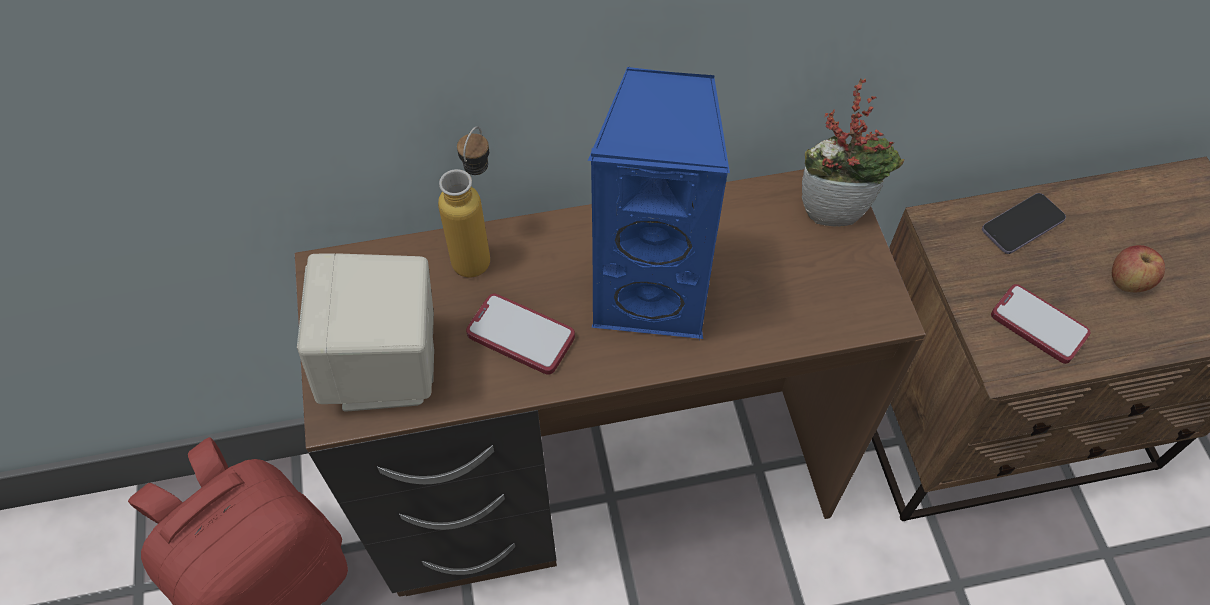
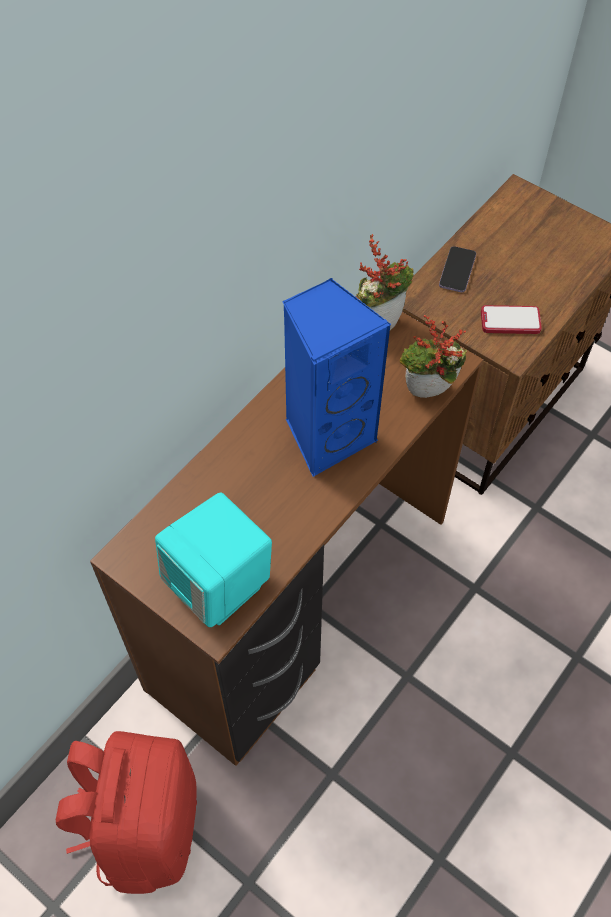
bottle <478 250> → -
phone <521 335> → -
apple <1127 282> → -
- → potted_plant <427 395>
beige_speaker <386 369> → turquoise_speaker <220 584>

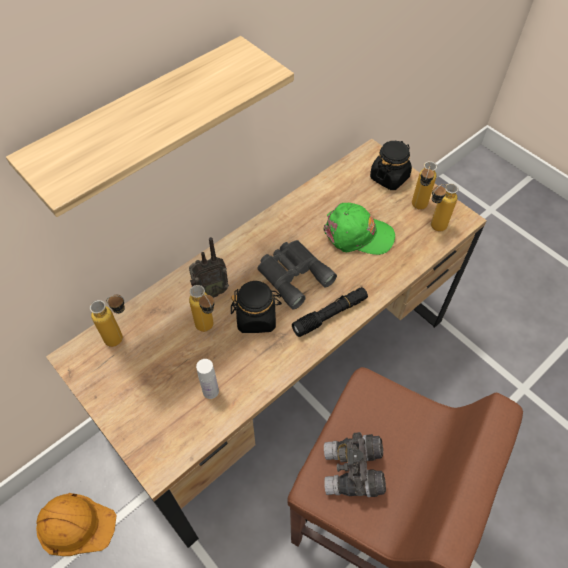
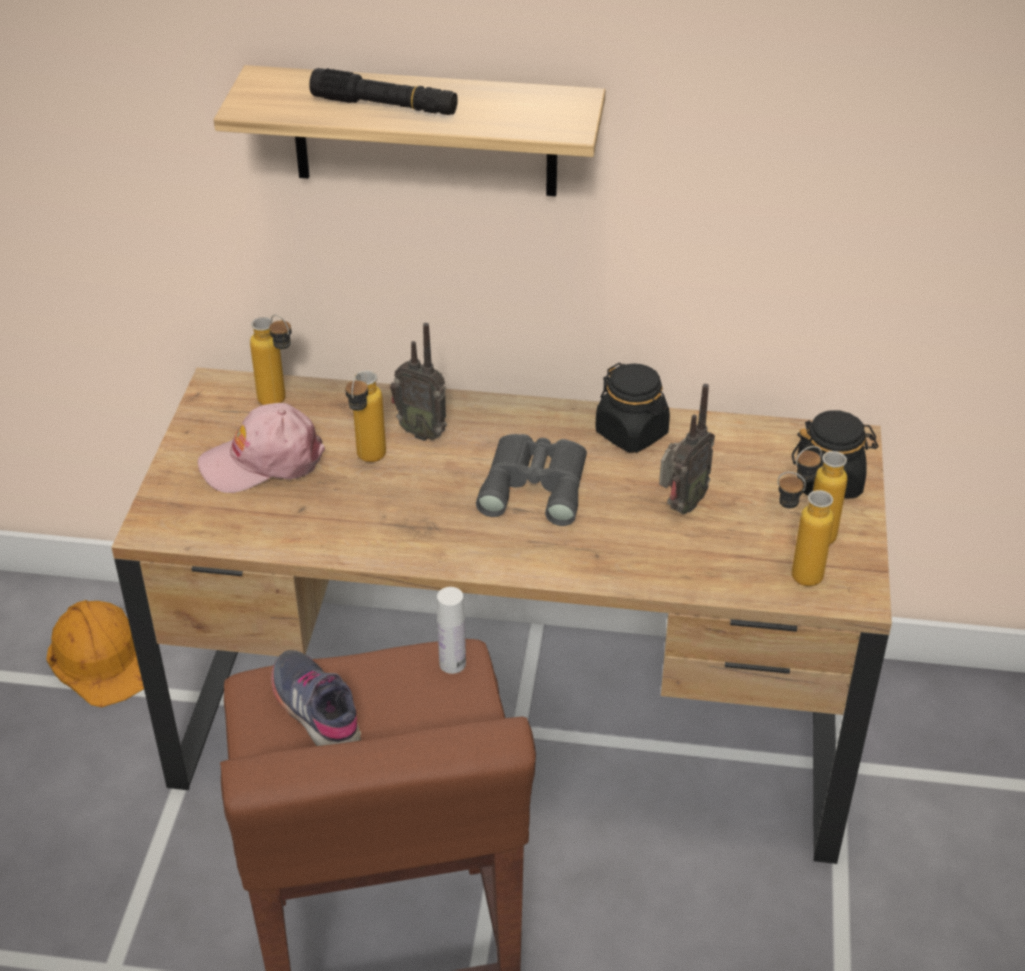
- → pink_cap <263 461>
white_bottle <210 391> → white_bottle <452 663>, relocated
black_jar <256 318> → black_jar <632 433>, relocated
black_flashlight <330 315> → black_flashlight <385 106>, relocated
green_cap <358 234> → radio <680 506>
grey_binoculars <353 471> → grey_shoe <317 709>

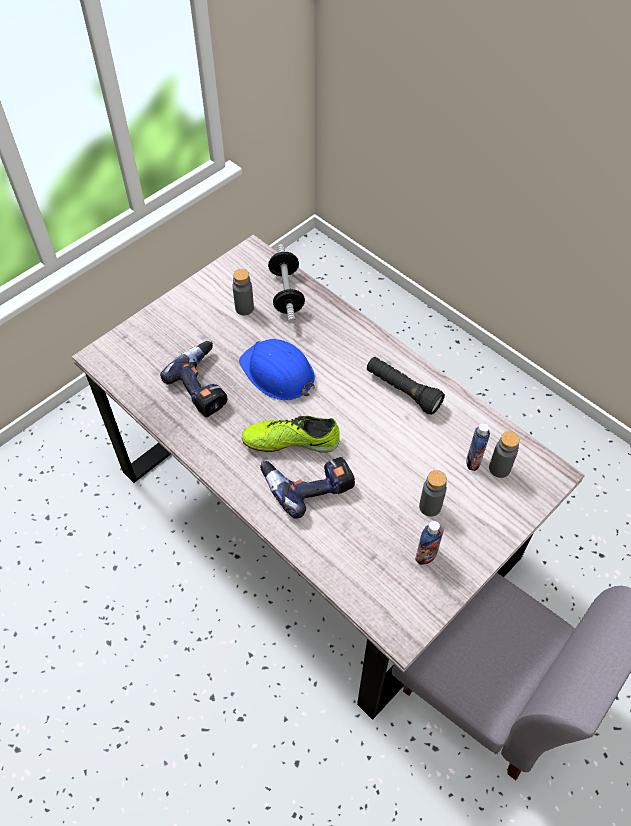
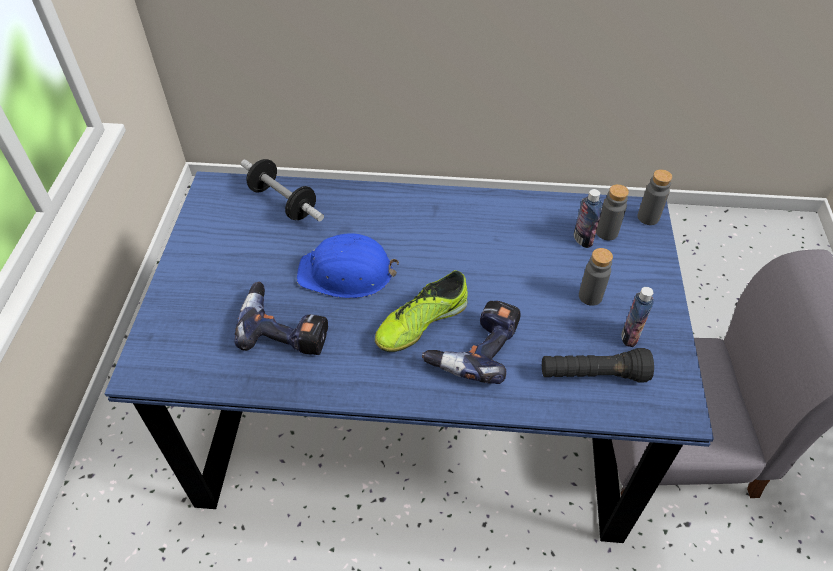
grey_bottle <244 308> → grey_bottle <648 217>, relocated
black_flashlight <402 391> → black_flashlight <593 375>, relocated
grey_dining_table <317 512> → blue_dining_table <416 408>

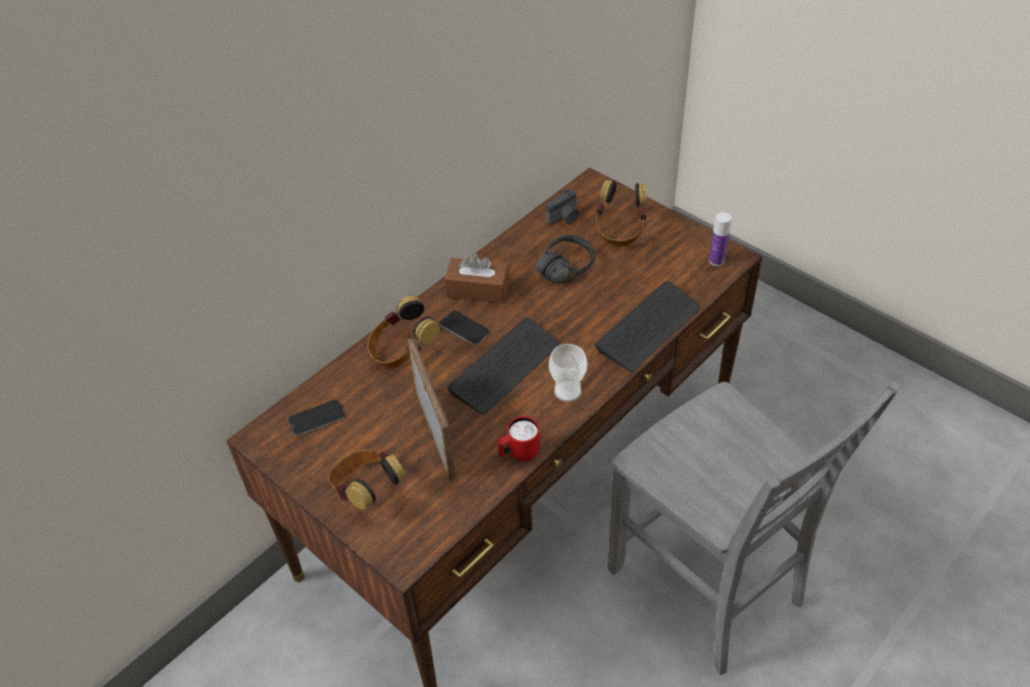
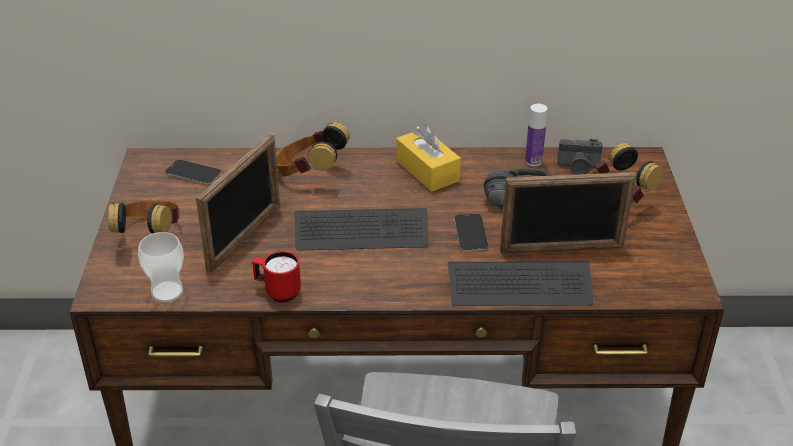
- → picture_frame <561 249>
phone <464 328> → phone <470 233>, relocated
cup <567 391> → cup <167 292>, relocated
bottle <716 260> → bottle <533 161>, relocated
brown_tissue_box <478 289> → yellow_tissue_box <427 171>

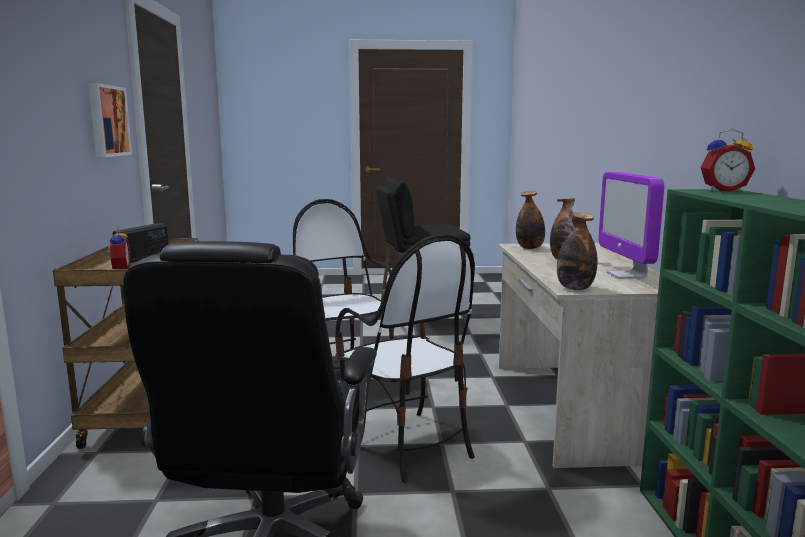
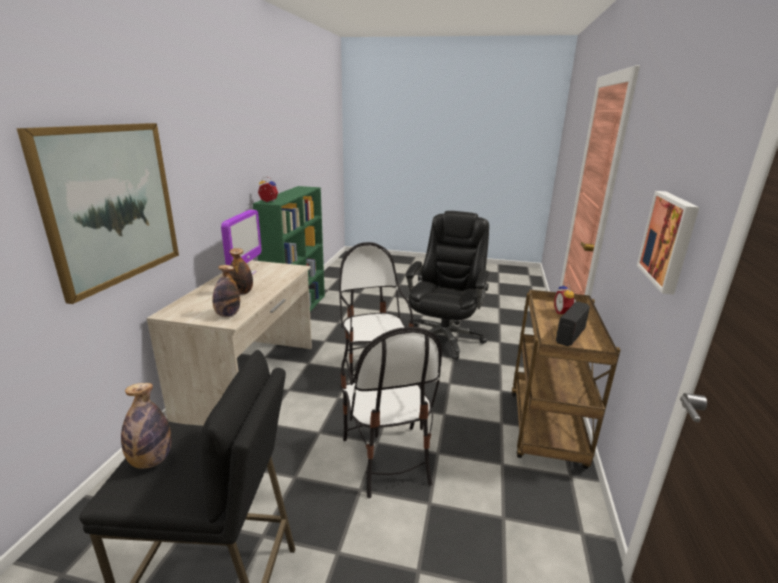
- → picture <112 205>
bottle <575 288> → bottle <151 460>, relocated

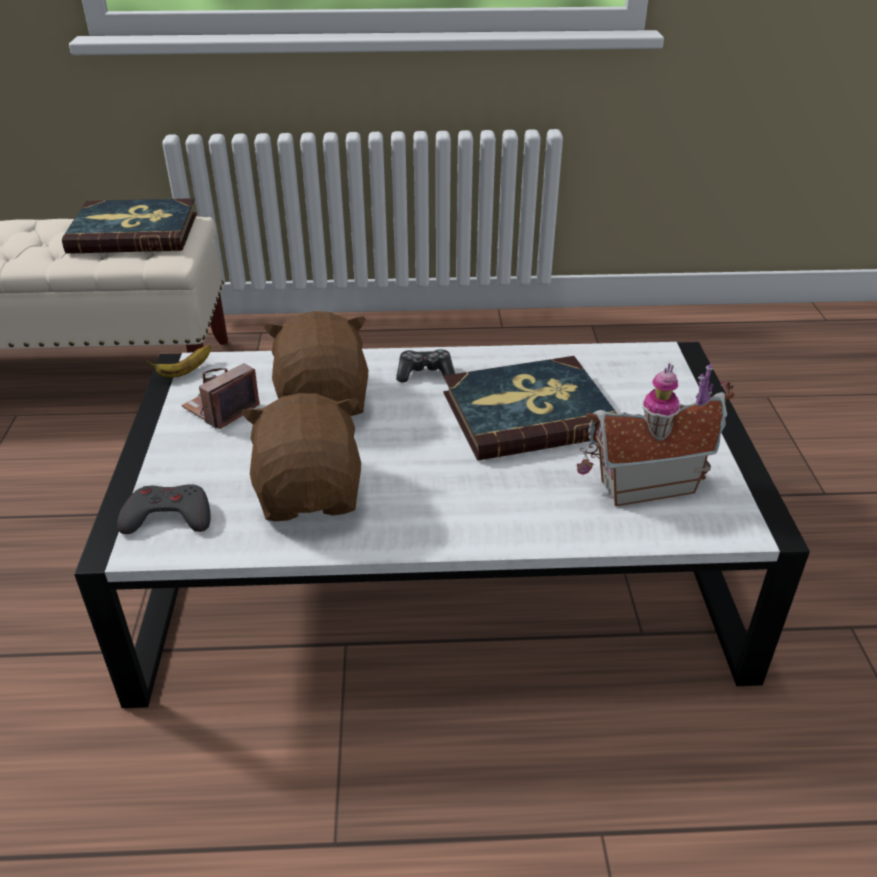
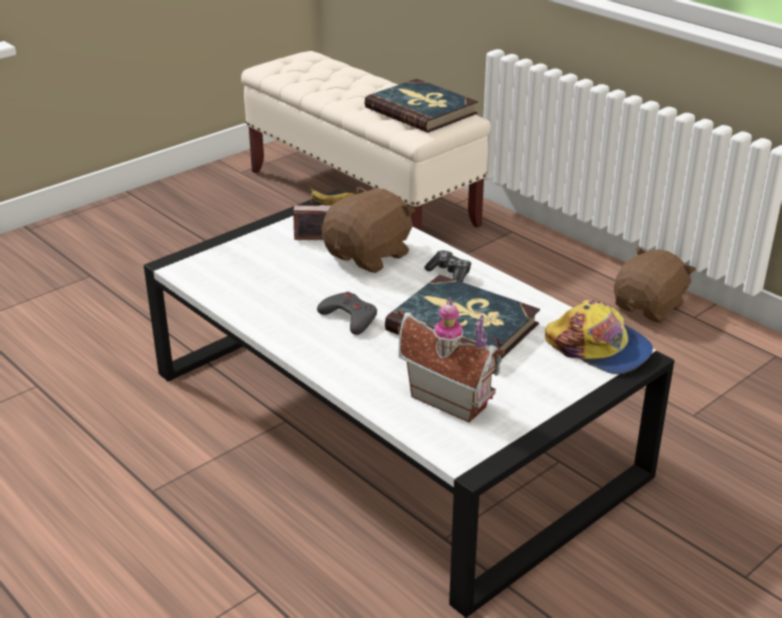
- → cap <599 348>
grey_game_controller <168 517> → grey_game_controller <349 317>, relocated
brown_plush_toy <310 493> → brown_plush_toy <649 307>, relocated

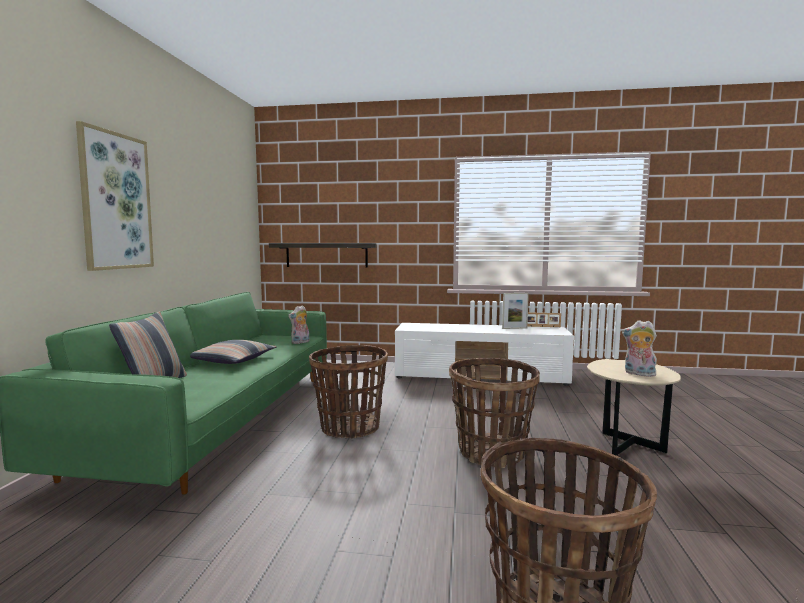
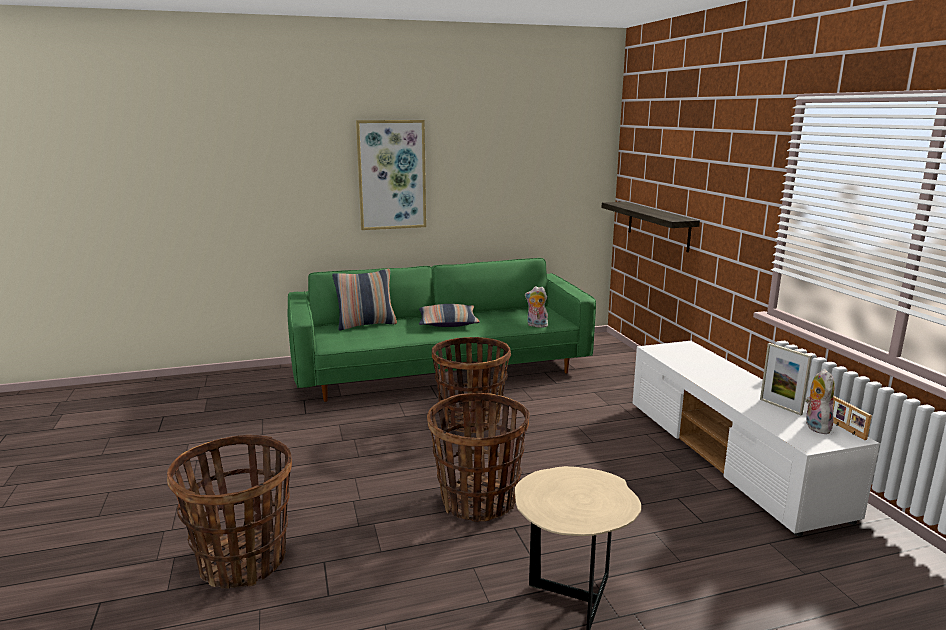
plush_toy <638 374> → plush_toy <815 426>, relocated

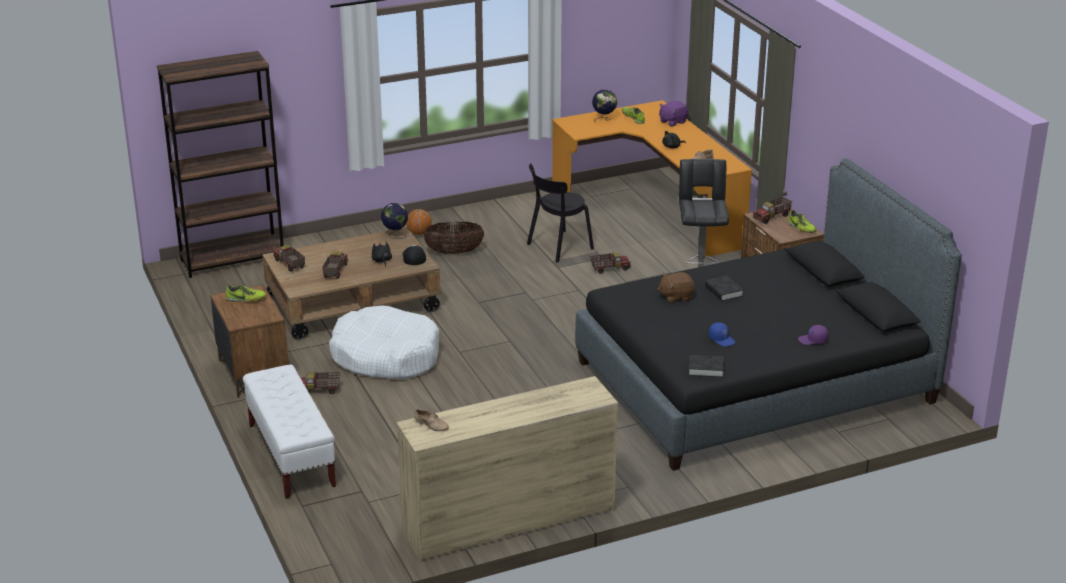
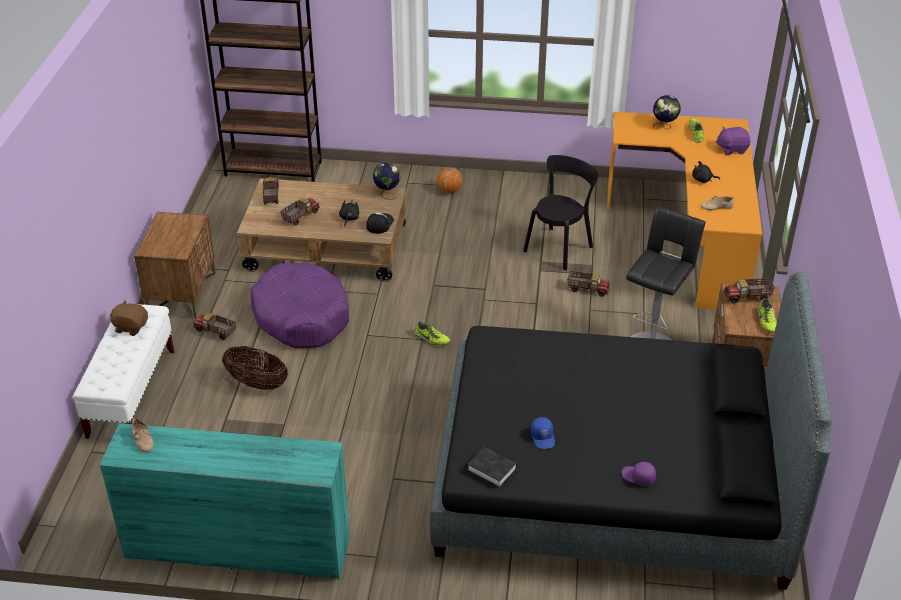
black_book <724 291> → -
shoe <246 299> → shoe <432 339>, relocated
basket <454 252> → basket <257 383>, relocated
brown_plush_toy <676 297> → brown_plush_toy <131 327>, relocated
white_dog_bed <386 356> → purple_dog_bed <301 316>
beige_dresser <508 520> → turquoise_dresser <237 546>
black_chair <557 247> → black_chair <560 247>, 135 degrees clockwise

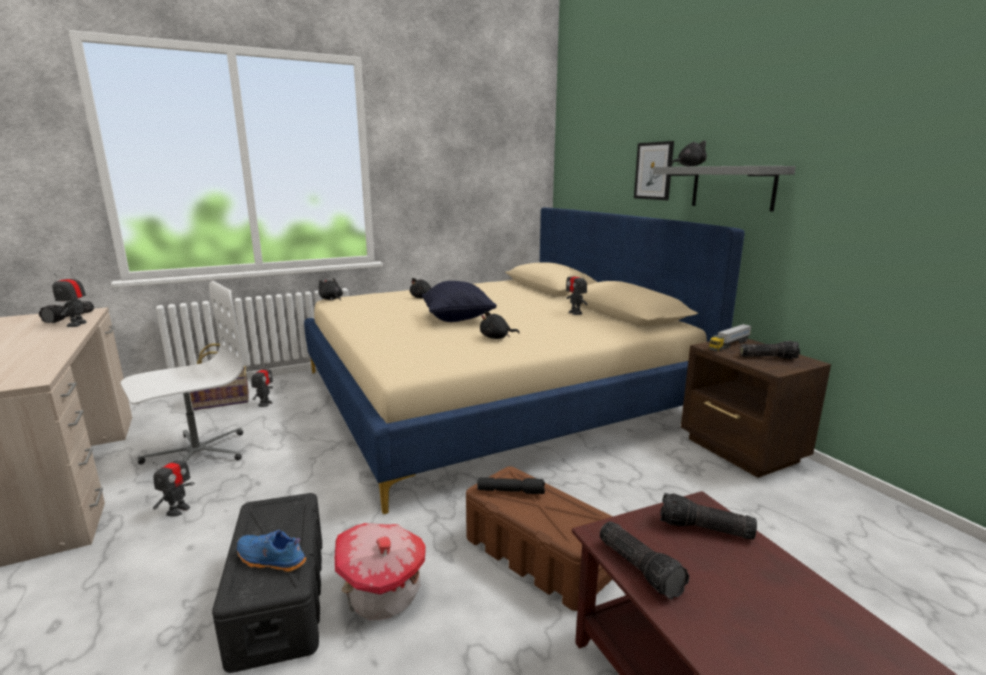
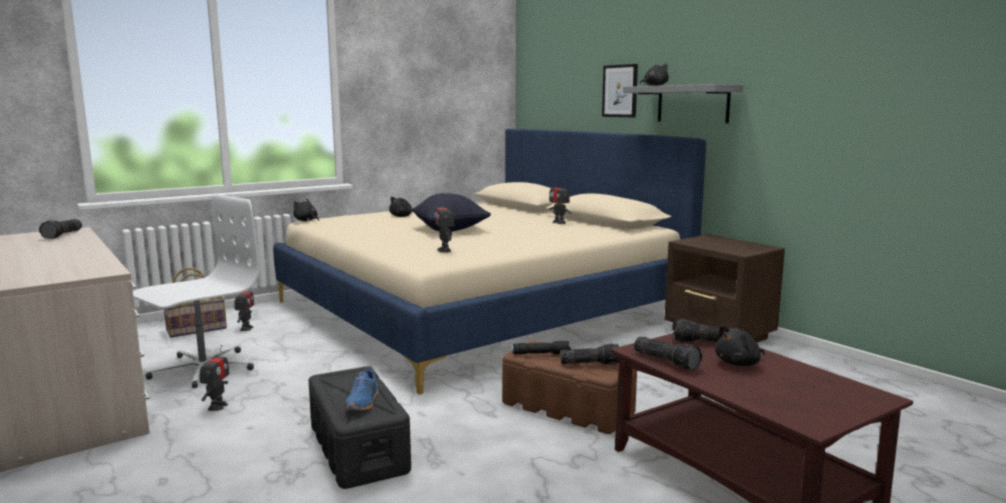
toy_house <382 594> → -
toy_truck <729 345> → -
toy_robot <77 324> → toy_robot <445 250>, relocated
black_plush_toy <496 337> → black_plush_toy <739 363>, relocated
flashlight <768 357> → flashlight <590 363>, relocated
blue_shoe <270 560> → blue_shoe <363 402>, 90 degrees counterclockwise

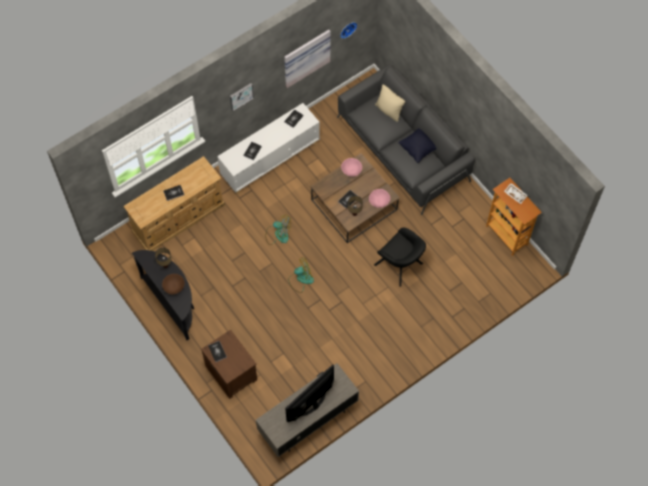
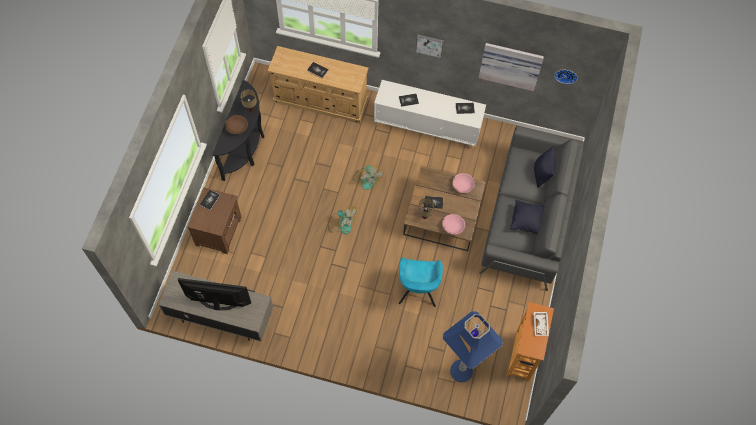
- → blue_floor_lamp <461 371>
black_armchair <400 266> → turquoise_armchair <417 290>
beige_pillow <389 110> → black_pillow <542 174>

